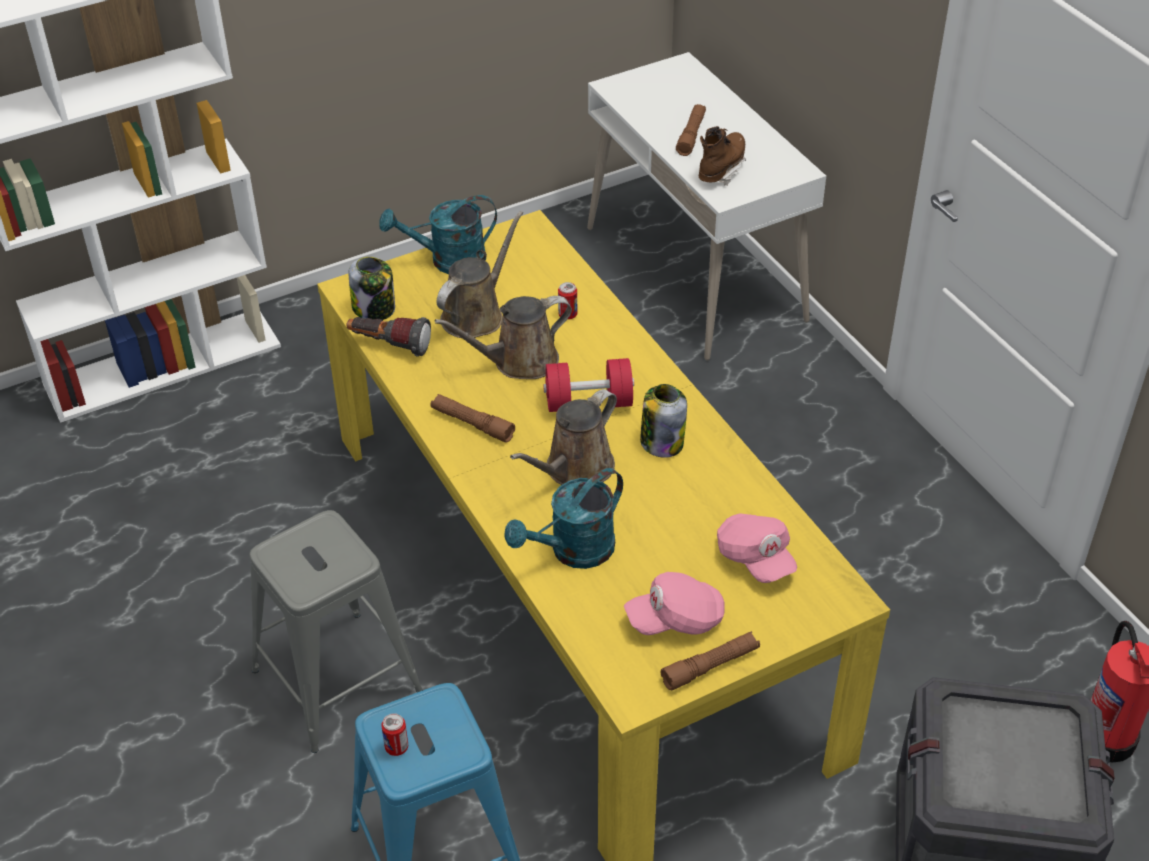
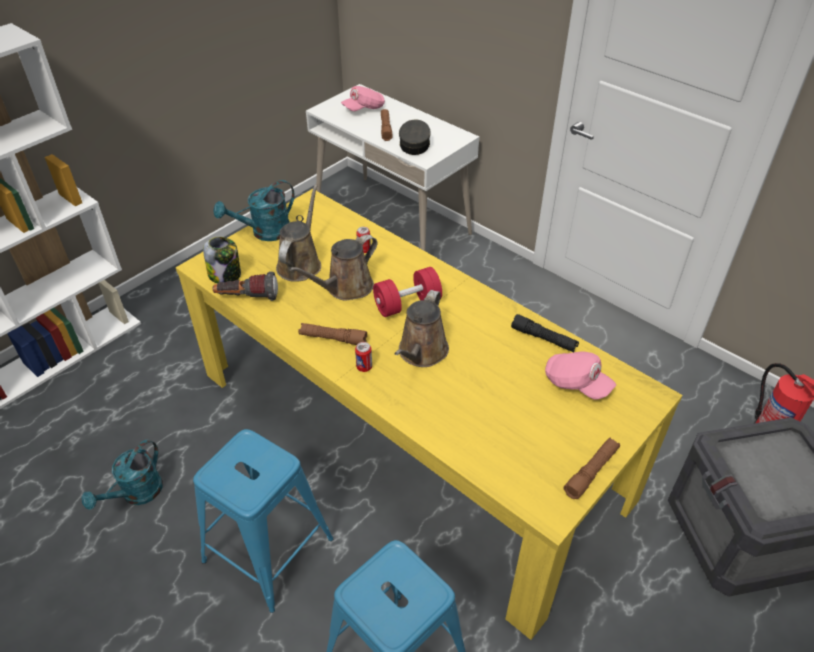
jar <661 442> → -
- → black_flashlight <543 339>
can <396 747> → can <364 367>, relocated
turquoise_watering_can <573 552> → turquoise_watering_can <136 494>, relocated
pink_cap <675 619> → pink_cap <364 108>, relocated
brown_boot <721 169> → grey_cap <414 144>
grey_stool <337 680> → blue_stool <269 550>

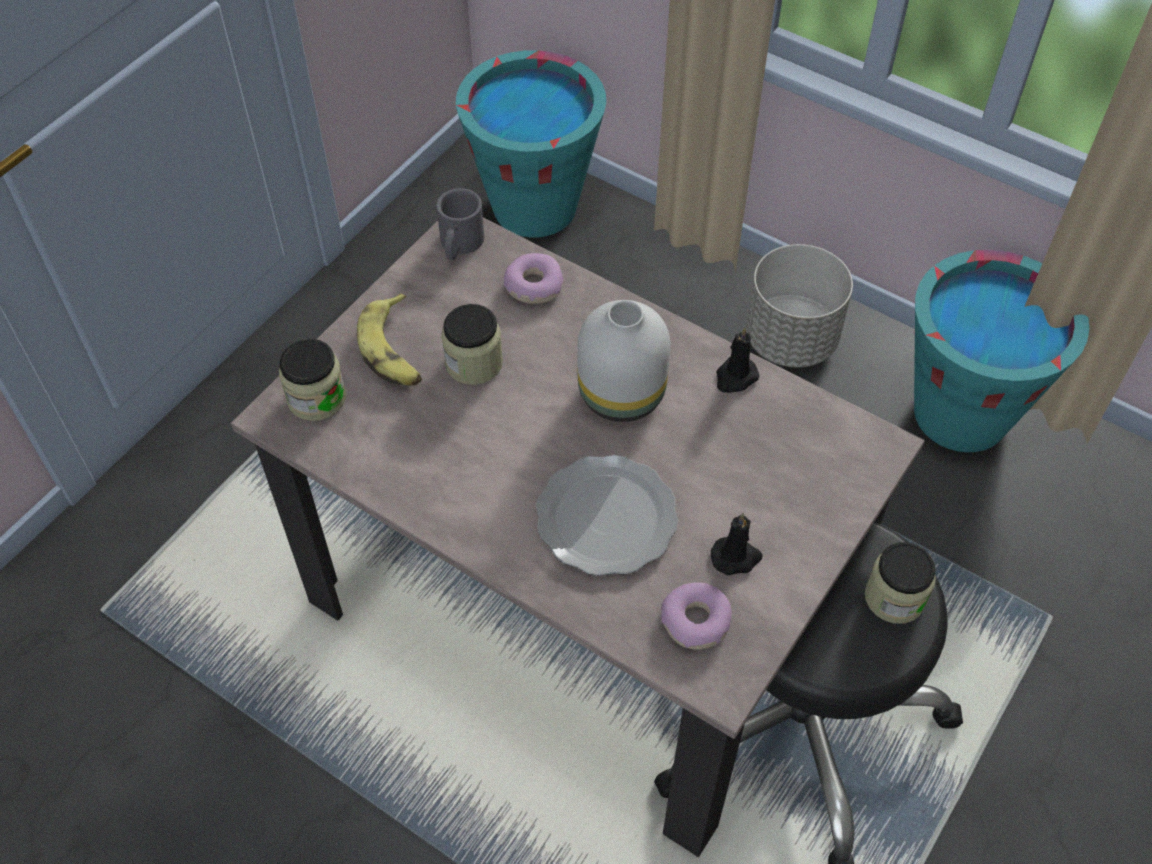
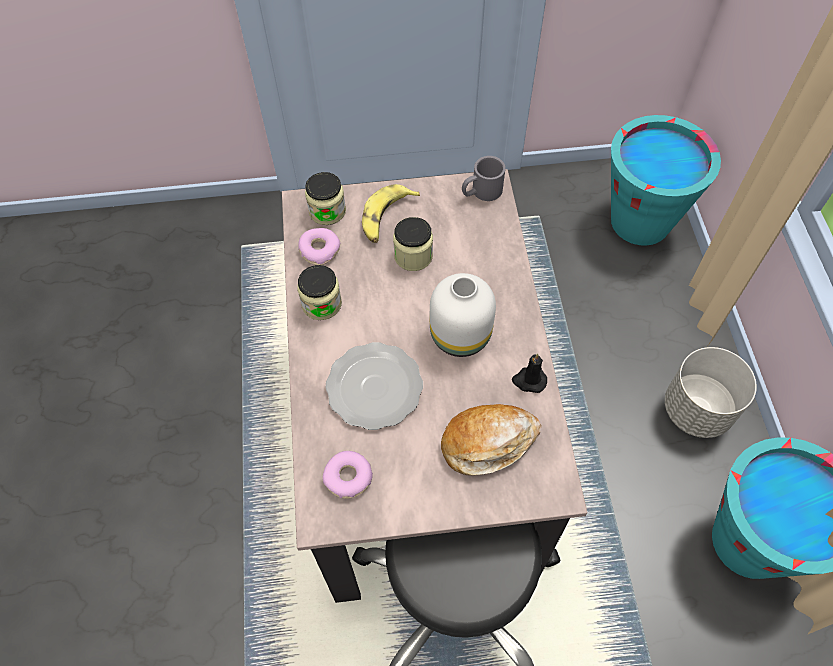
black_candle <736 557> → -
- → bread <488 442>
donut <533 286> → donut <319 250>, relocated
jar <894 598> → jar <321 304>, relocated

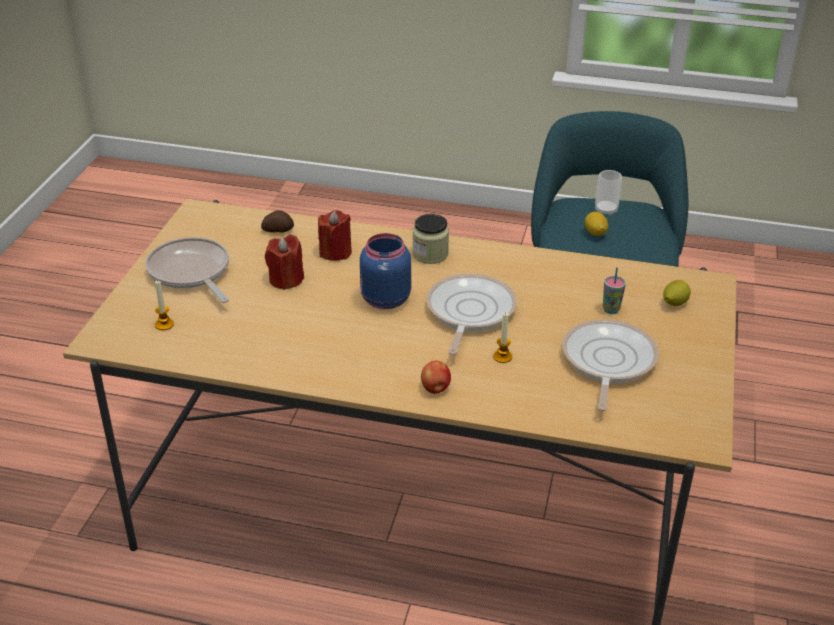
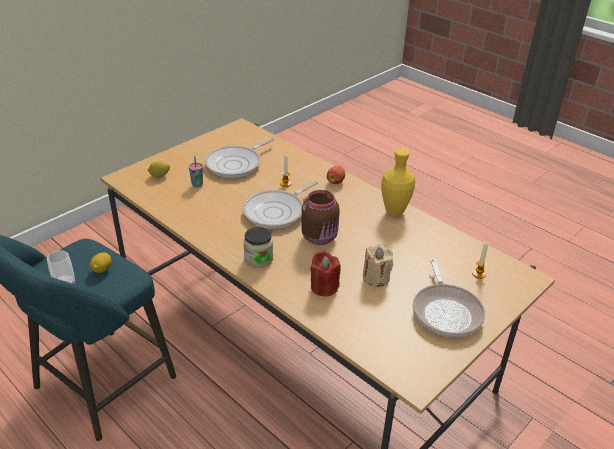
potato <277 230> → -
- → yellow_vase <394 212>
red_candle <286 280> → beige_candle <376 277>
blue_jar <384 300> → brown_jar <320 237>

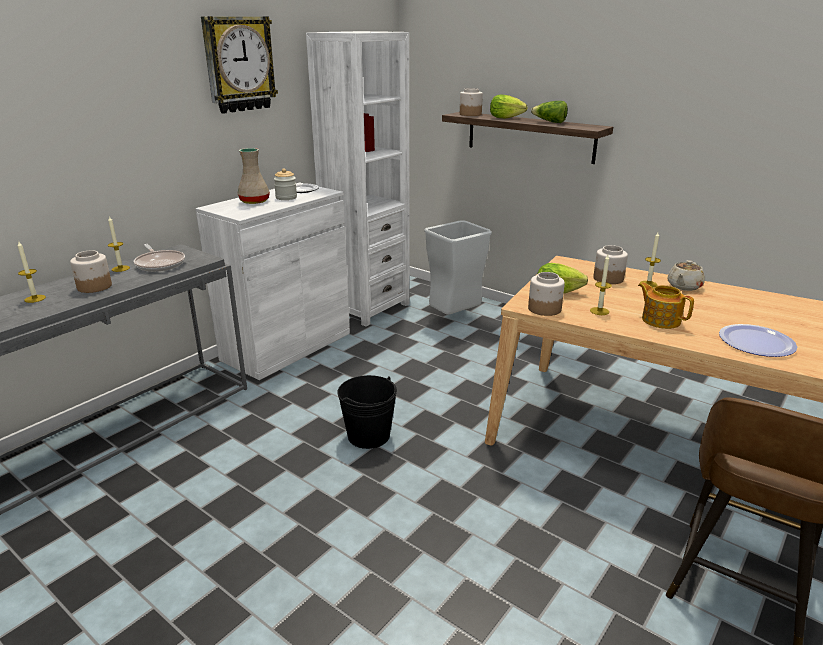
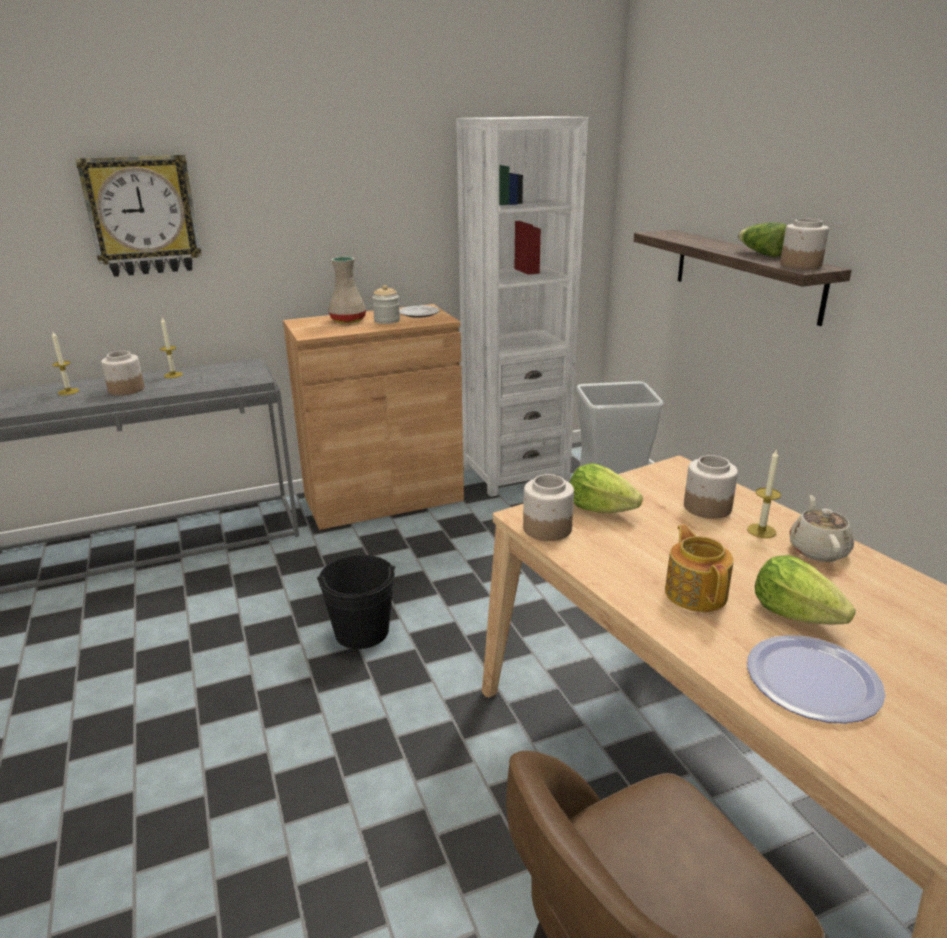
frying_pan <160 264> → -
candle <599 311> → -
wall_clock <239 64> → wall_clock <143 216>, relocated
jar <470 114> → jar <801 265>, relocated
lettuce <505 118> → lettuce <794 614>, relocated
white_cabinet <287 346> → brown_cabinet <383 498>
beige_teapot <683 286> → beige_teapot <818 550>, 120 degrees clockwise

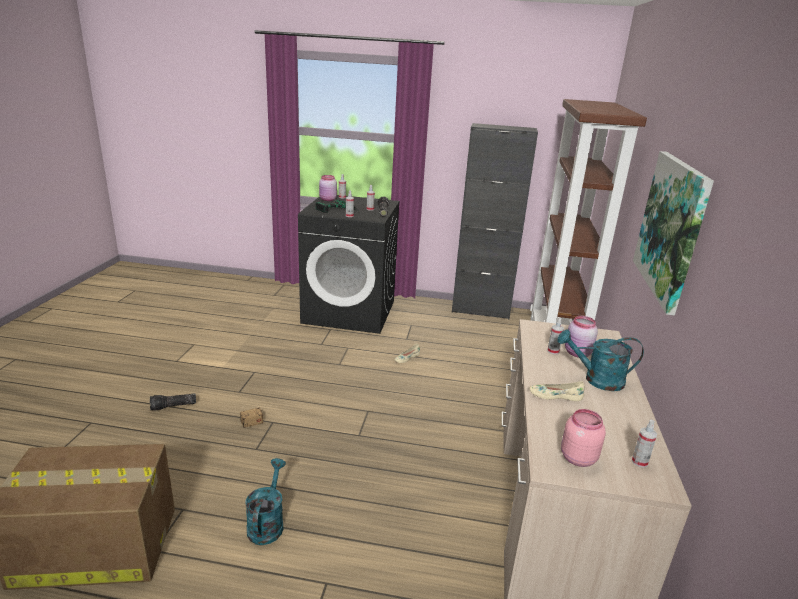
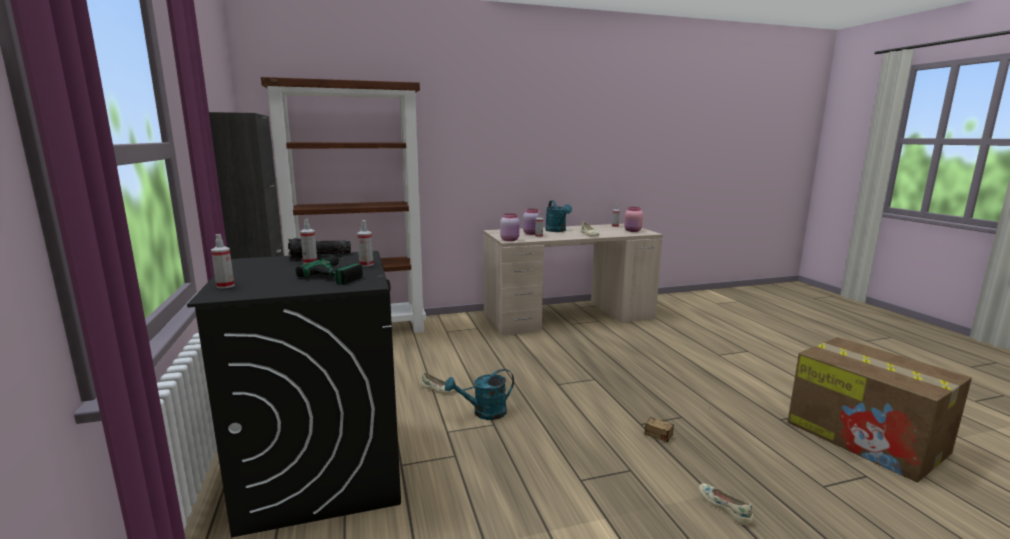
picture <671 227> → -
turquoise_watering_can <267 523> → turquoise_watering_can <484 413>, relocated
pink_jar <327 199> → pink_jar <510 240>, relocated
flashlight <173 406> → beige_shoe <724 507>

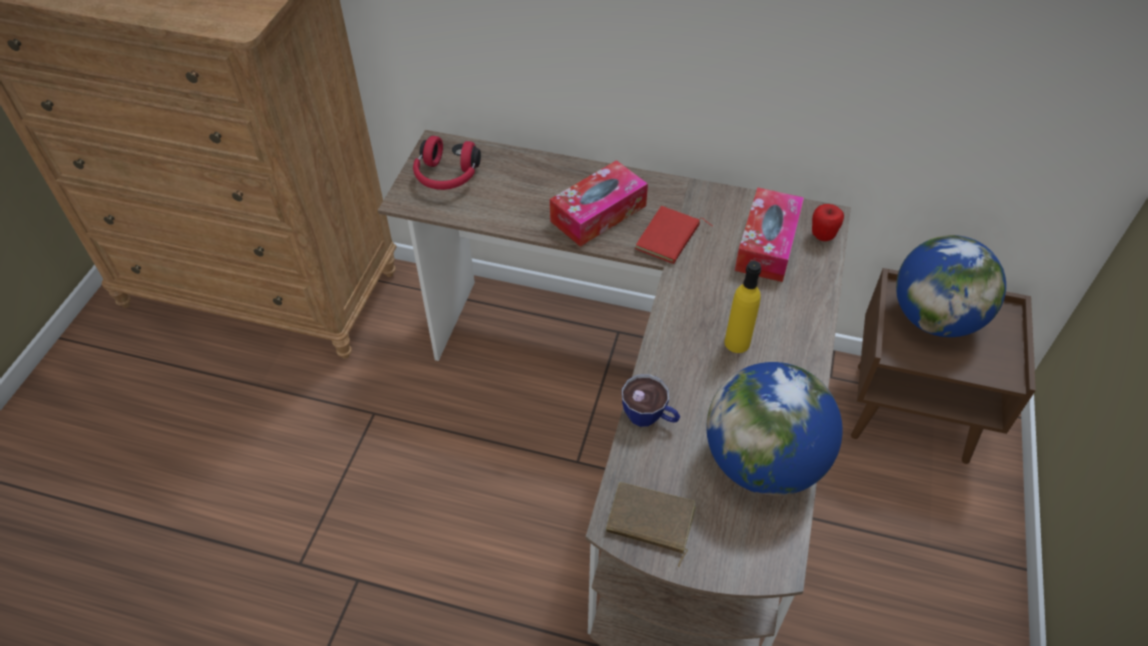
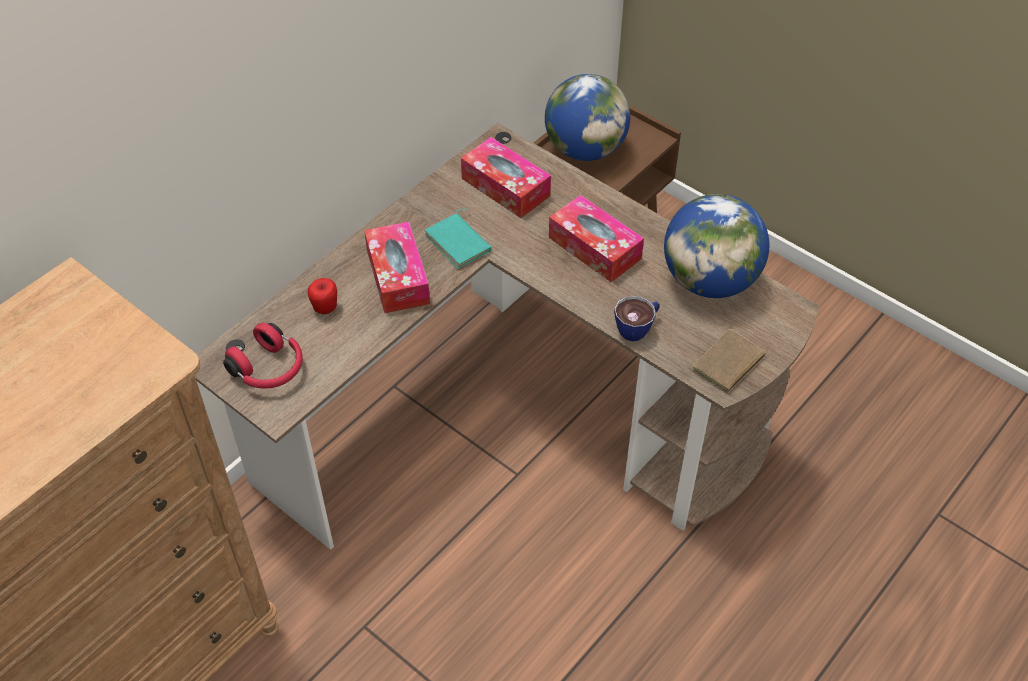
apple <822 235> → apple <325 308>, relocated
yellow_bottle <737 342> → tissue_box <594 248>
red_book <669 238> → turquoise_book <460 242>

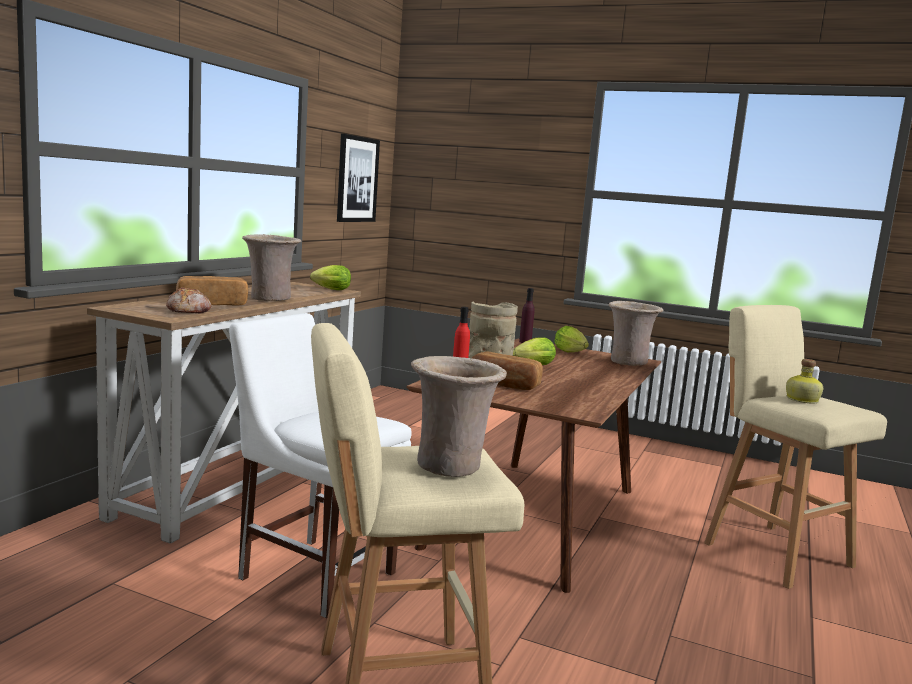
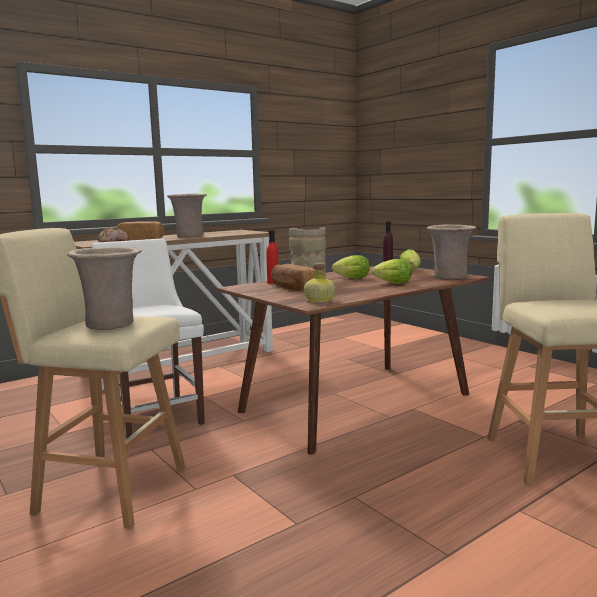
picture <357 179> → -
lettuce <329 289> → lettuce <391 283>, relocated
bottle <801 400> → bottle <318 300>, relocated

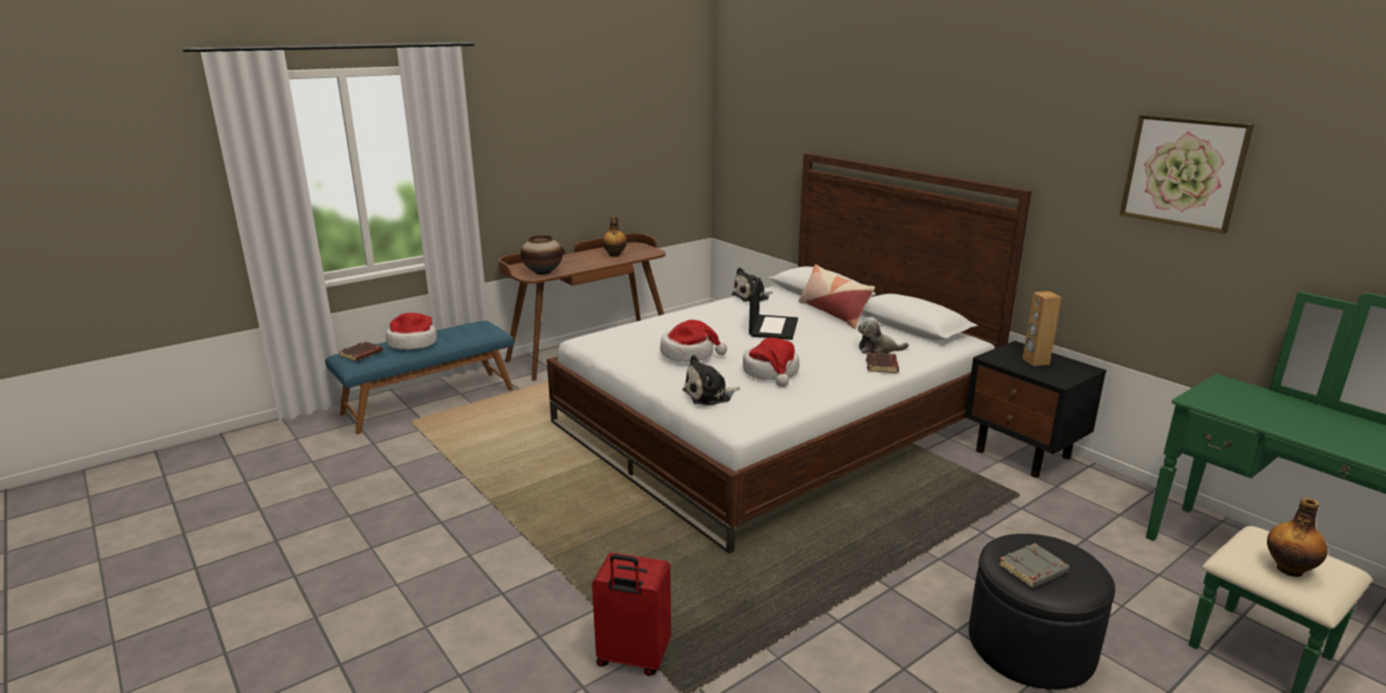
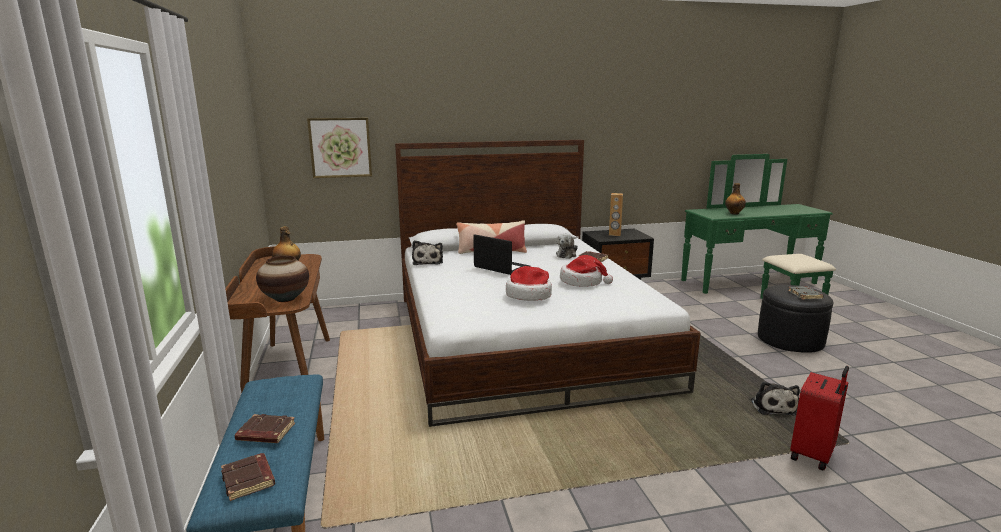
plush_toy <709 395> → plush_toy <772 406>, relocated
picture <1183 172> → picture <340 147>, relocated
bottle <1289 569> → bottle <734 213>, relocated
hat <413 343> → brown_book <265 433>

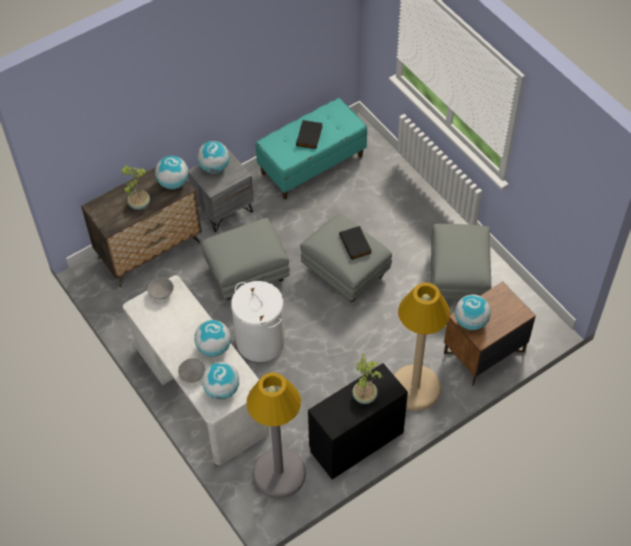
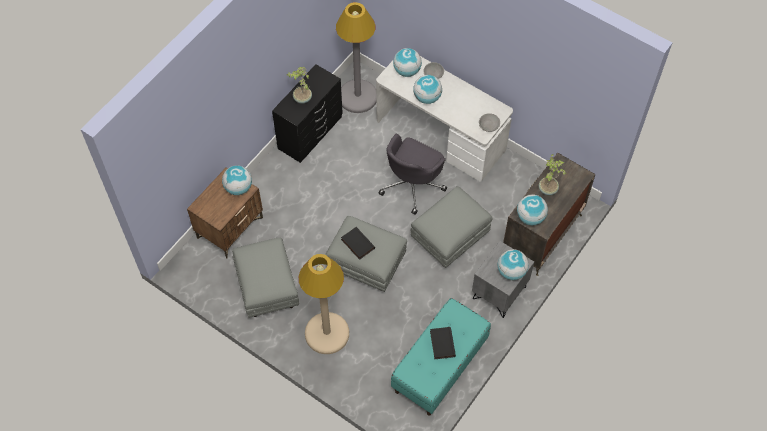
beige_floor_lamp <415 388> → beige_floor_lamp <327 333>, relocated
white_laundry_basket <260 341> → grey_office_chair <412 185>

